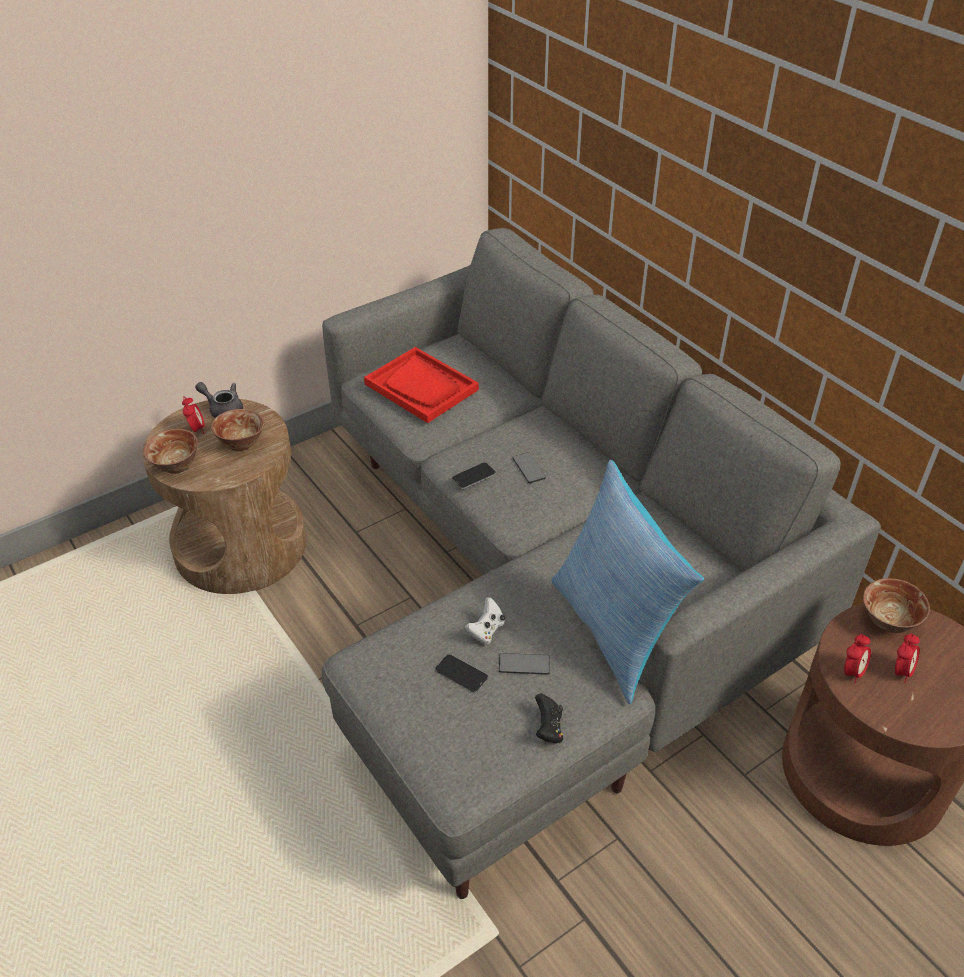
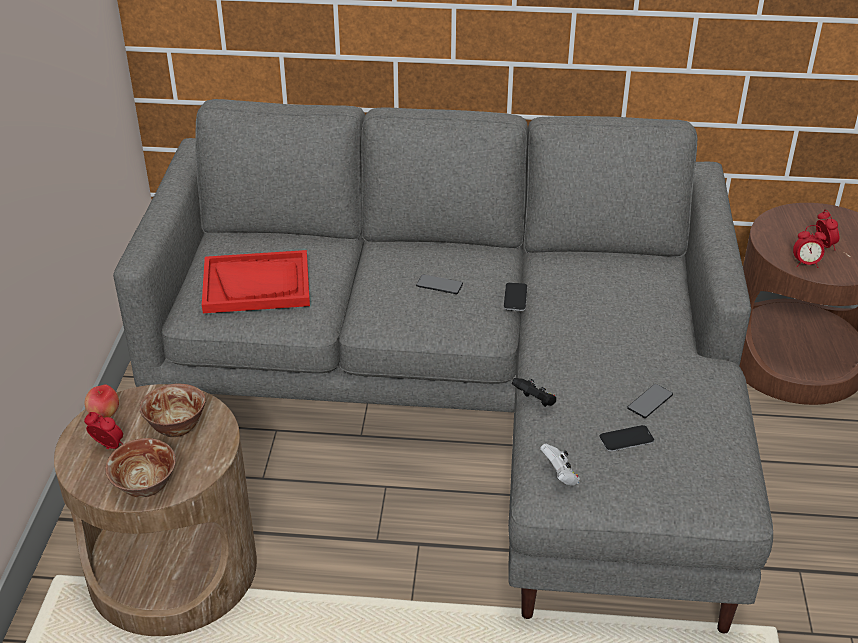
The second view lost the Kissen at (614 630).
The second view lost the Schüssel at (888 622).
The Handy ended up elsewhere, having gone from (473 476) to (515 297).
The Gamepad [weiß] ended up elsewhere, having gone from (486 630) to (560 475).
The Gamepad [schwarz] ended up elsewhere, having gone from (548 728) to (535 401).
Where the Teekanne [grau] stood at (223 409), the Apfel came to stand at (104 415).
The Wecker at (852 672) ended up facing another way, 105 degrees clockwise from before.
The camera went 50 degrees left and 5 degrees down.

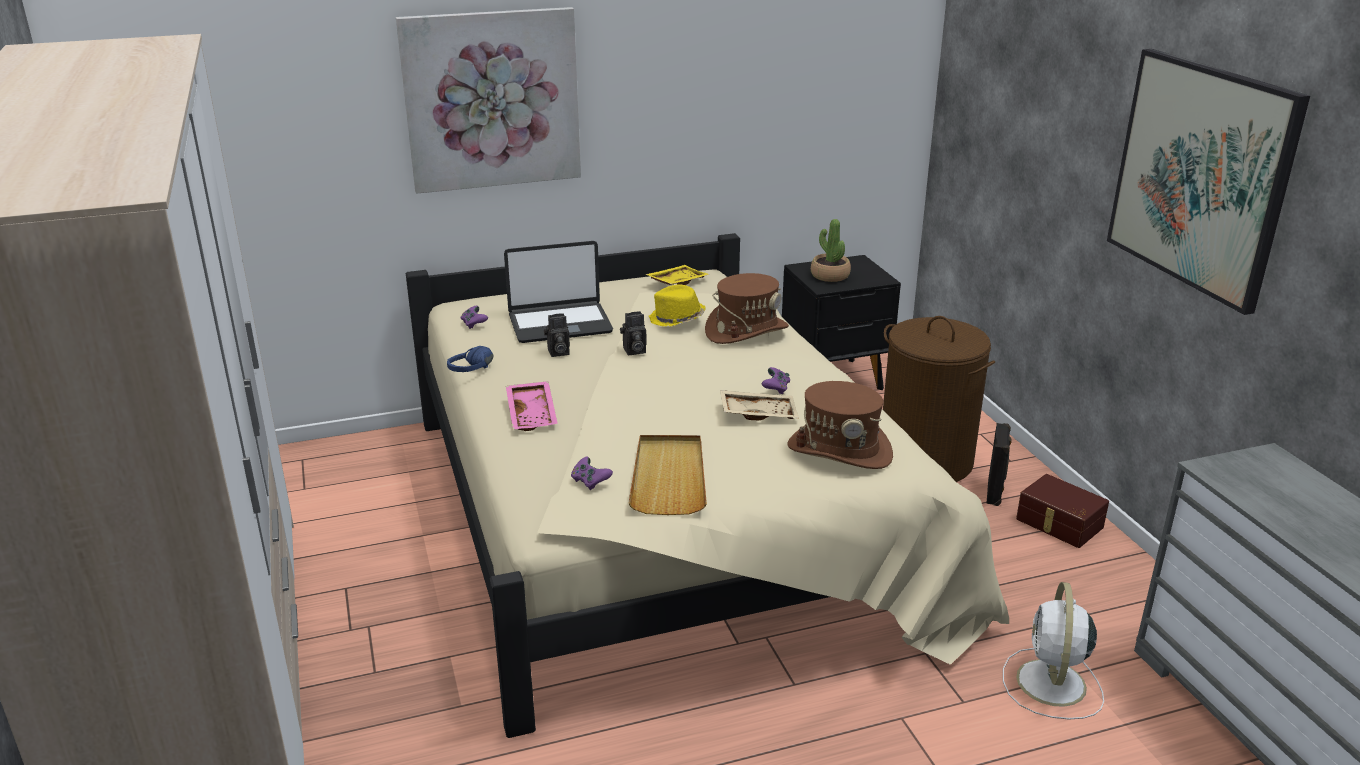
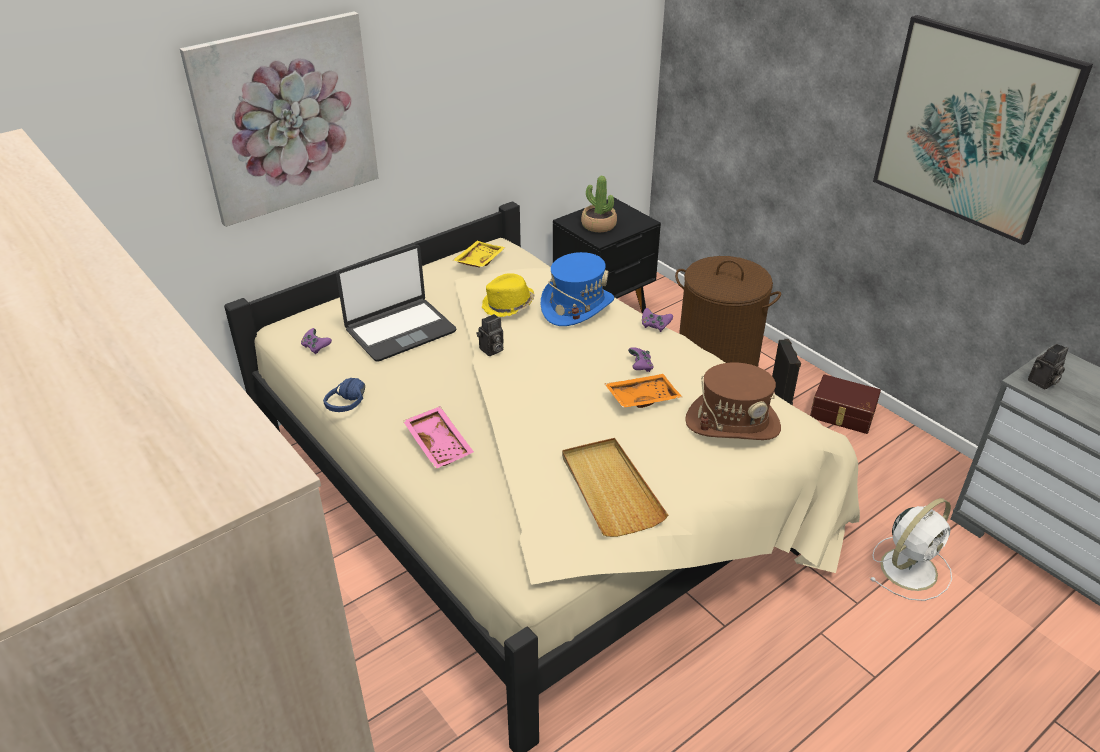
The Kamera ended up elsewhere, having gone from (557 353) to (1042 382).
The Gamepad [lila] ended up elsewhere, having gone from (590 482) to (655 326).
What was the Hut [braun] at (746 331) turned into the Hut [blau] at (577 306).
What was the Tablett [beige] at (758 413) turned into the Tablett [orange] at (642 397).
The Ventilator [weiß] at (1051 685) ended up facing another way, 120 degrees counterclockwise from before.
The camera went 20 degrees left and 10 degrees up.

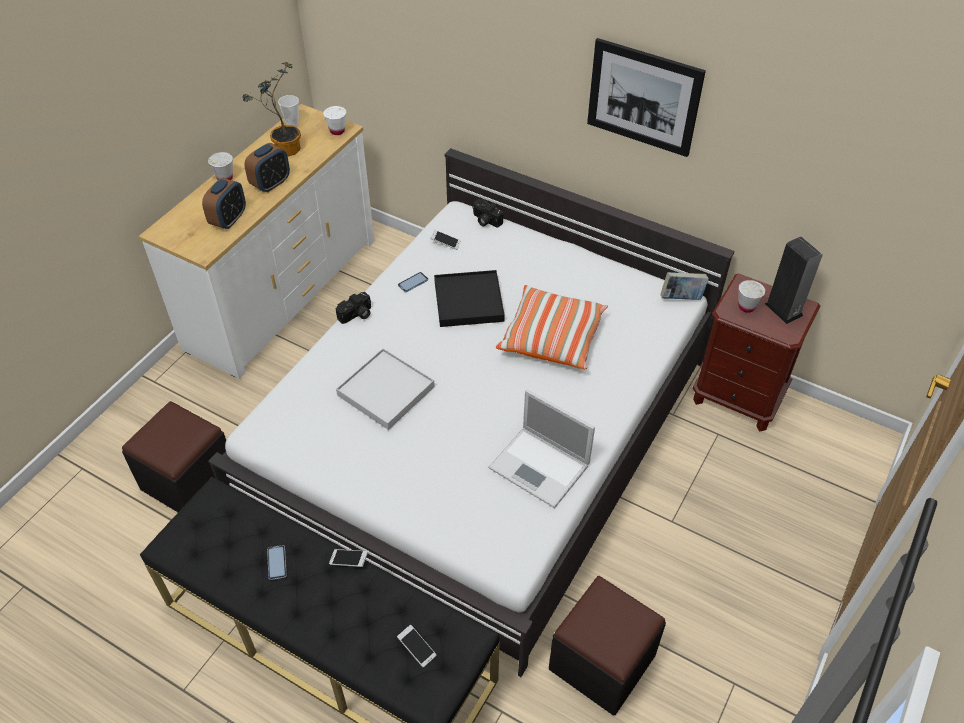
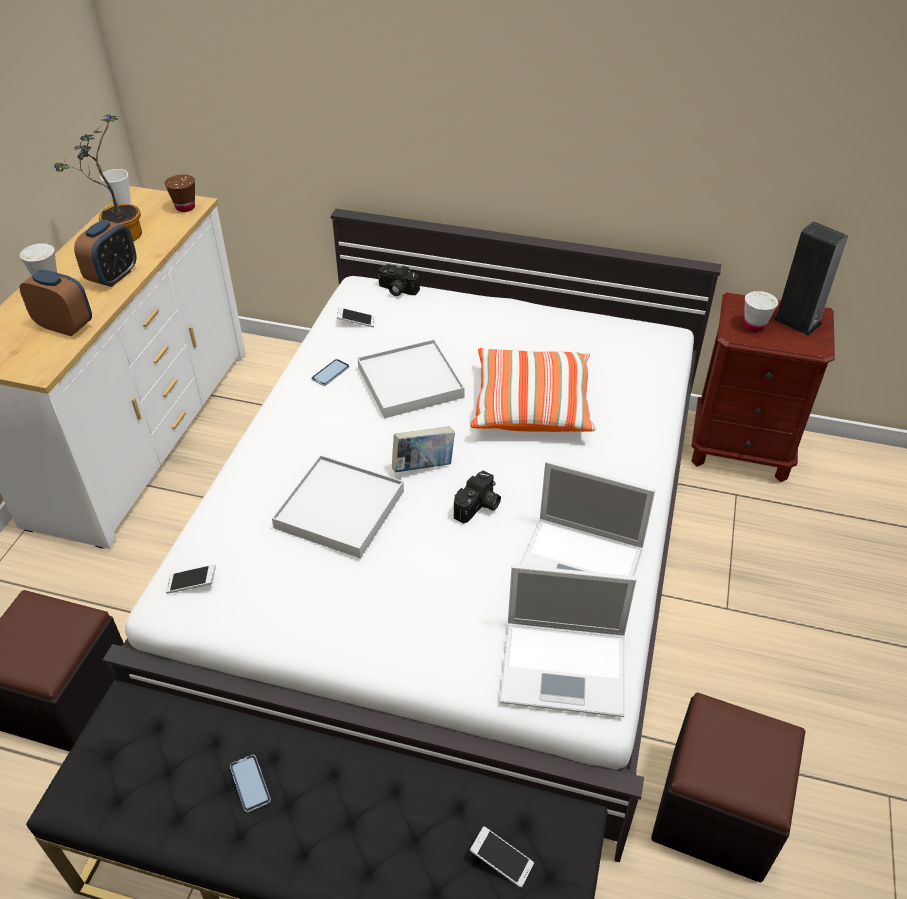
The second view lost the Bild at (643 97).
The second view gained the Laptop at (566 667).
The Handy ended up elsewhere, having gone from (349 561) to (192 584).
The Kamera ended up elsewhere, having gone from (356 315) to (478 507).
The Buch ended up elsewhere, having gone from (681 298) to (423 467).
What was the Tasse [weiß] at (337 131) turned into the Tasse [braun] at (185 207).
What was the Tablett [schwarz] at (469 301) turned into the Tablett [weiß] at (410 382).
The Wecker at (229 220) ended up facing another way, 75 degrees counterclockwise from before.
The camera went 15 degrees left and 5 degrees down.

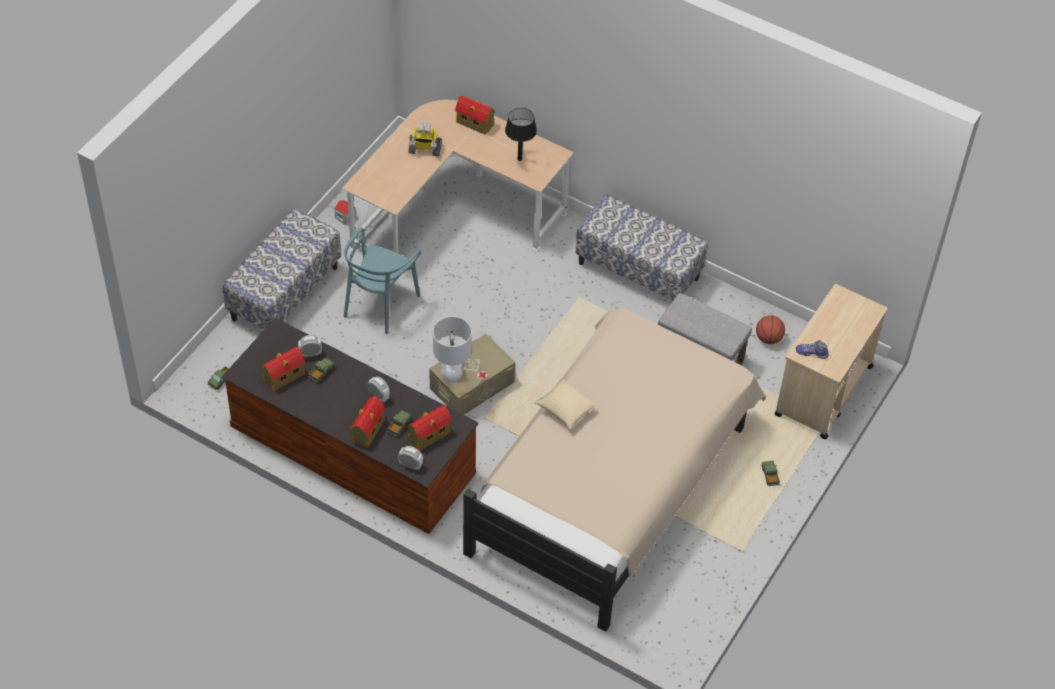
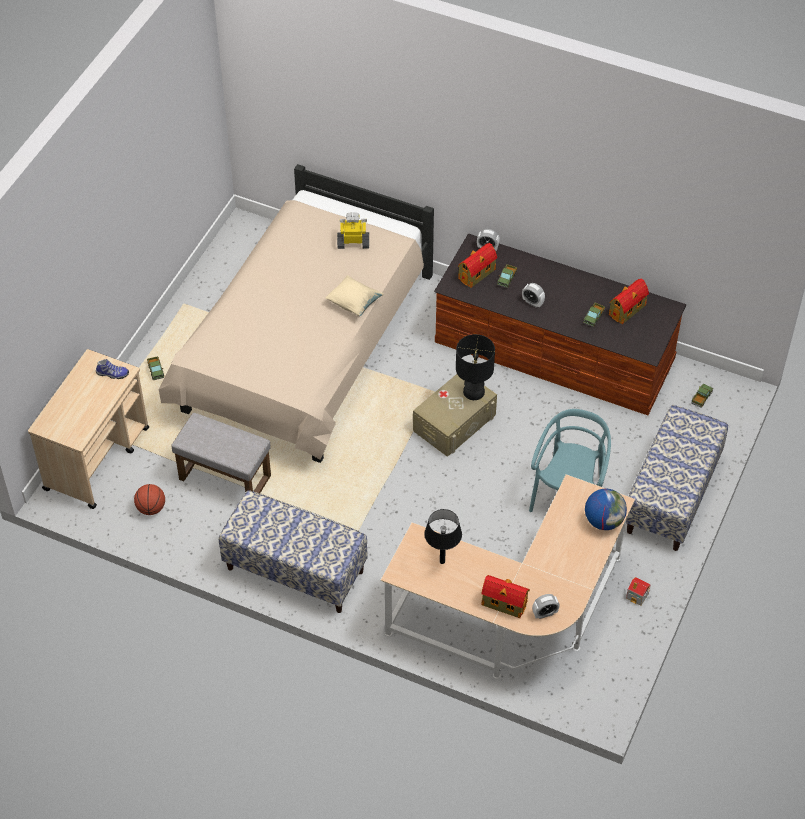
The second view lost the Spielzeughaus at (367 431).
The second view gained the Globus at (604 521).
The Wecker ended up elsewhere, having gone from (310 354) to (545 613).
The Spielzeugroboter ended up elsewhere, having gone from (424 149) to (353 242).
What was the Tischlampe [weiß] at (452 372) turned into the Tischlampe [schwarz] at (473 392).
The camera went 175 degrees right and 0 degrees up.

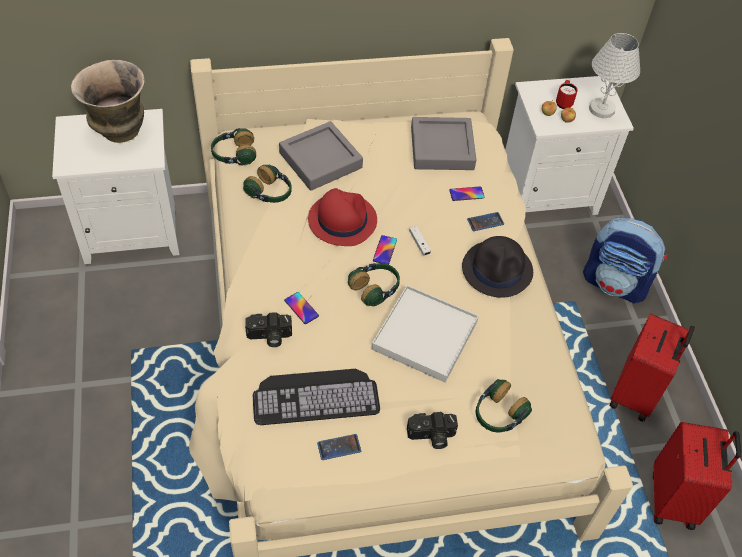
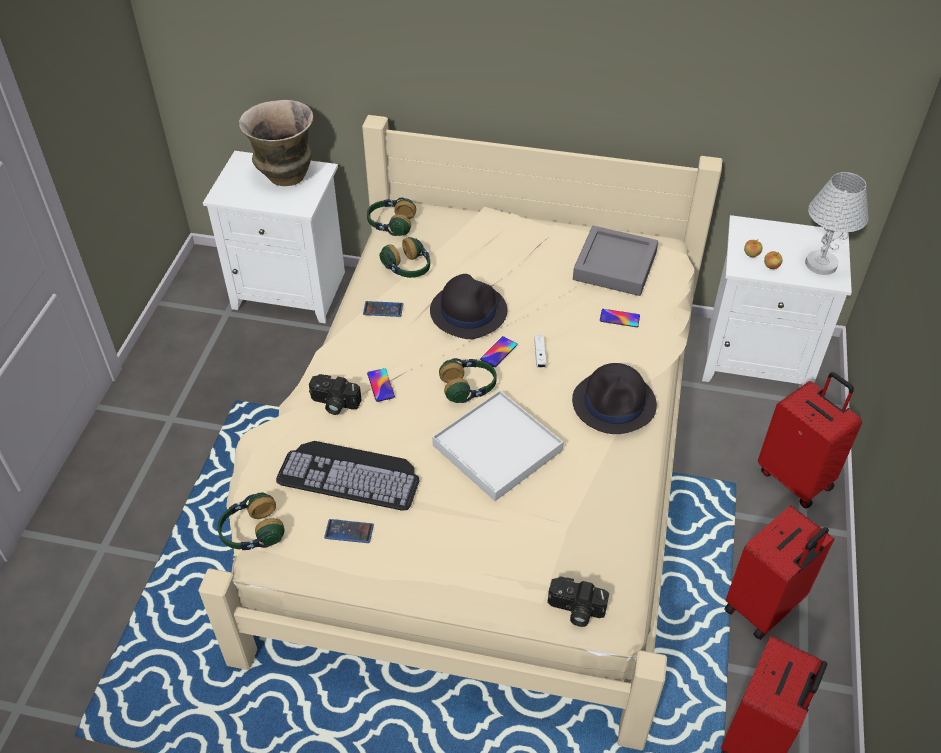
The second view lost the Tablett [grau] at (320 160).
The second view lost the Henkelbecher [rot] at (563 102).
The Kamera ended up elsewhere, having gone from (431 436) to (575 610).
The Handy ended up elsewhere, having gone from (485 222) to (383 309).
The Kopfhörer ended up elsewhere, having gone from (498 414) to (251 532).
Where the Rucksack stood at (615 284), the Koffer [rot] came to stand at (796 478).
What was the Hut [rot] at (342 219) turned into the Hut [schwarz] at (468 311).
The camera went 25 degrees right and 5 degrees down.

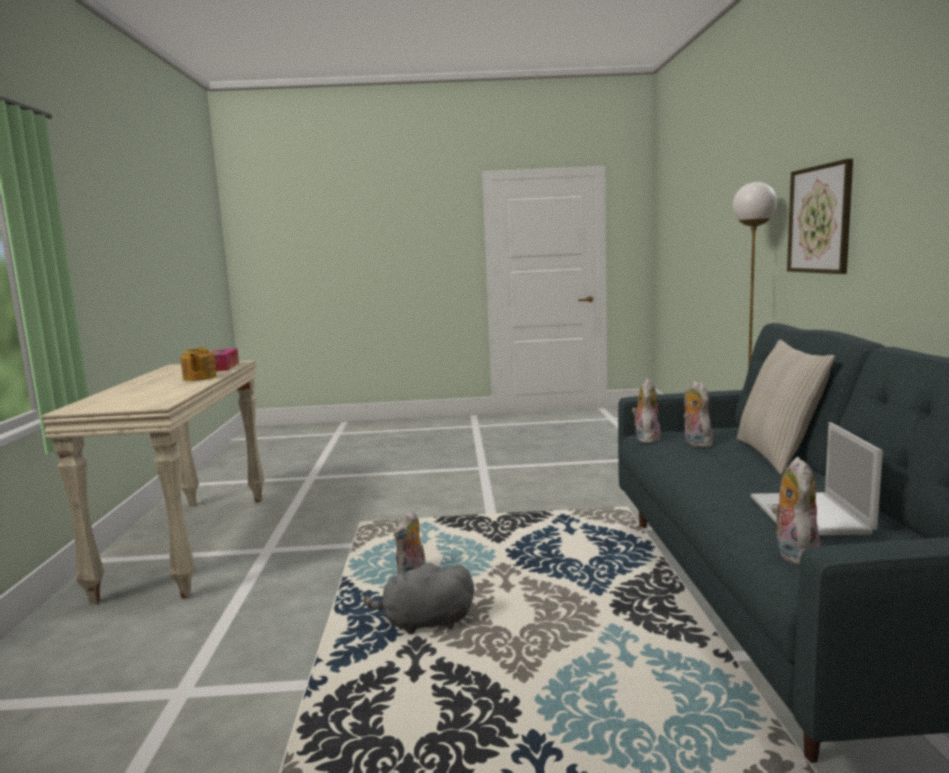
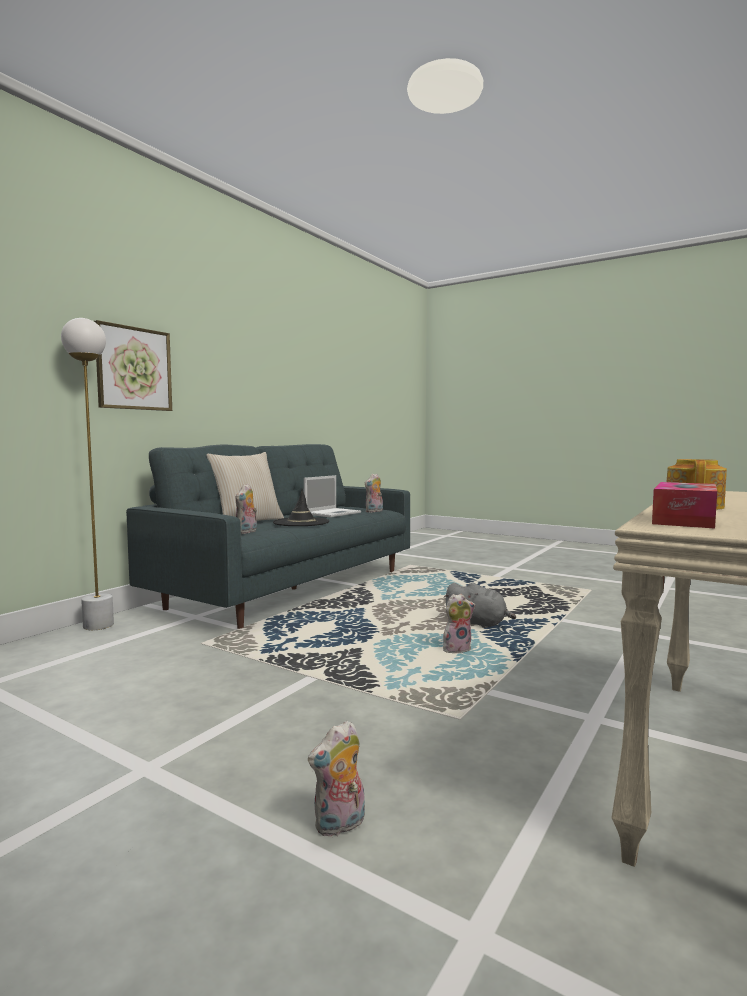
The second view gained the Hut [schwarz] at (301 522).
The Plüschtier ended up elsewhere, having gone from (646 438) to (340 825).
The camera went 145 degrees left and 5 degrees down.

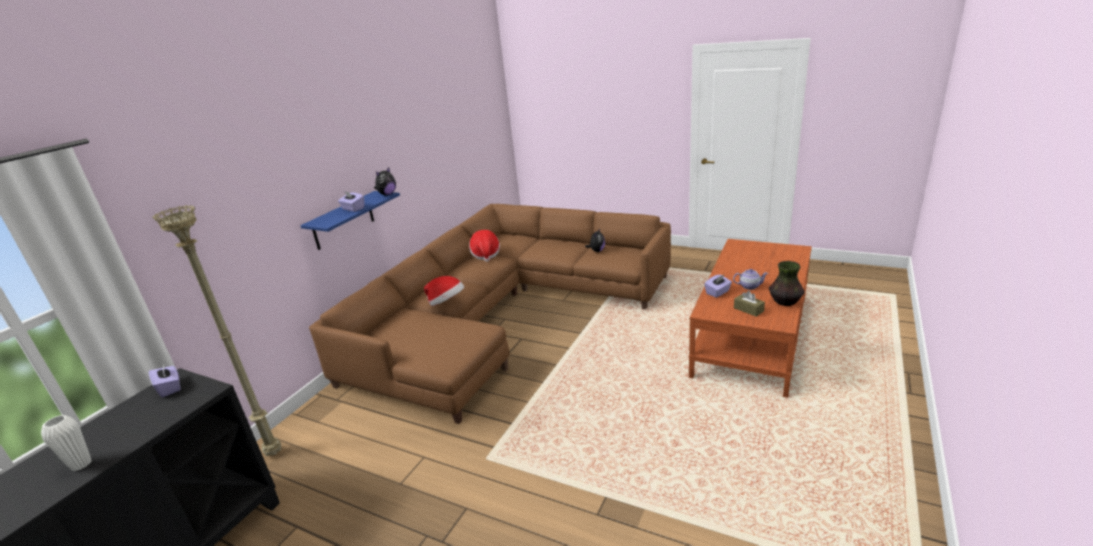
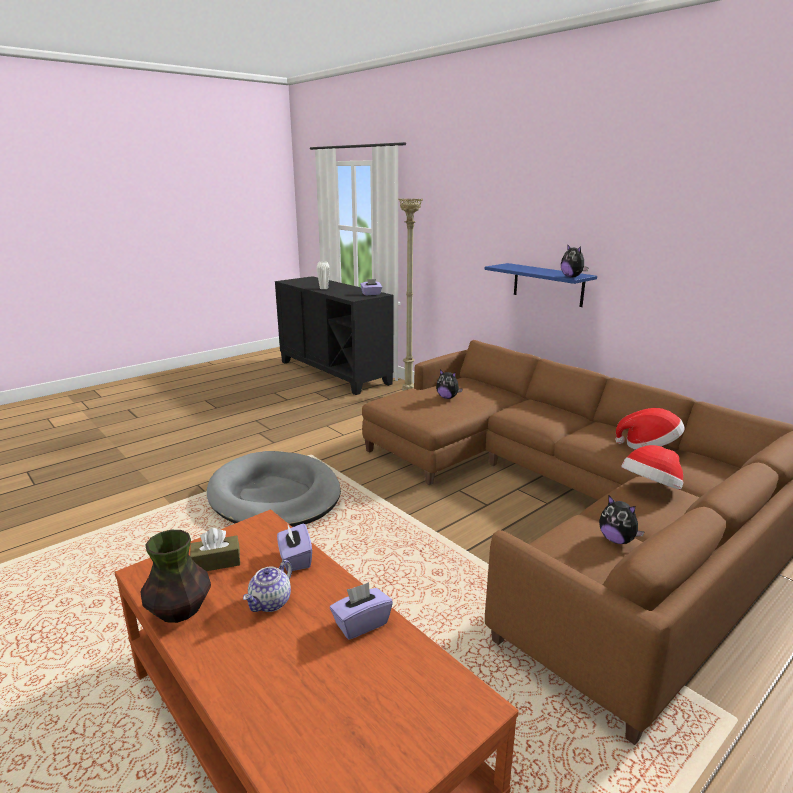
The second view gained the Hundebett [grau] at (275 495).
The second view gained the Plüschtier at (447 397).
The Taschentuchbox [lila] ended up elsewhere, having gone from (353 209) to (361 623).
The Hut ended up elsewhere, having gone from (447 303) to (650 489).
The camera went 110 degrees right and 5 degrees down.

